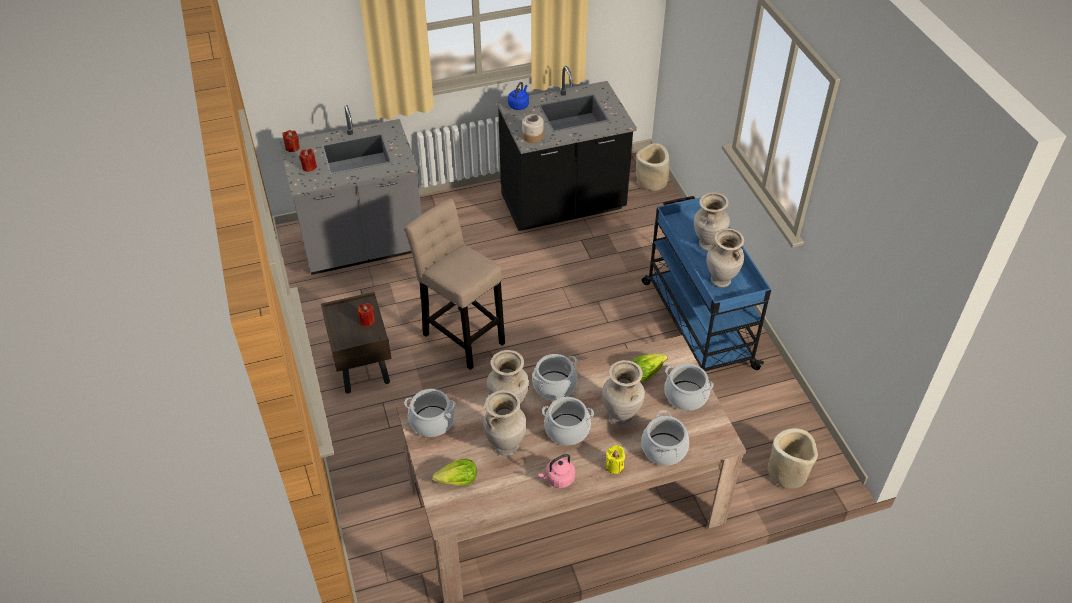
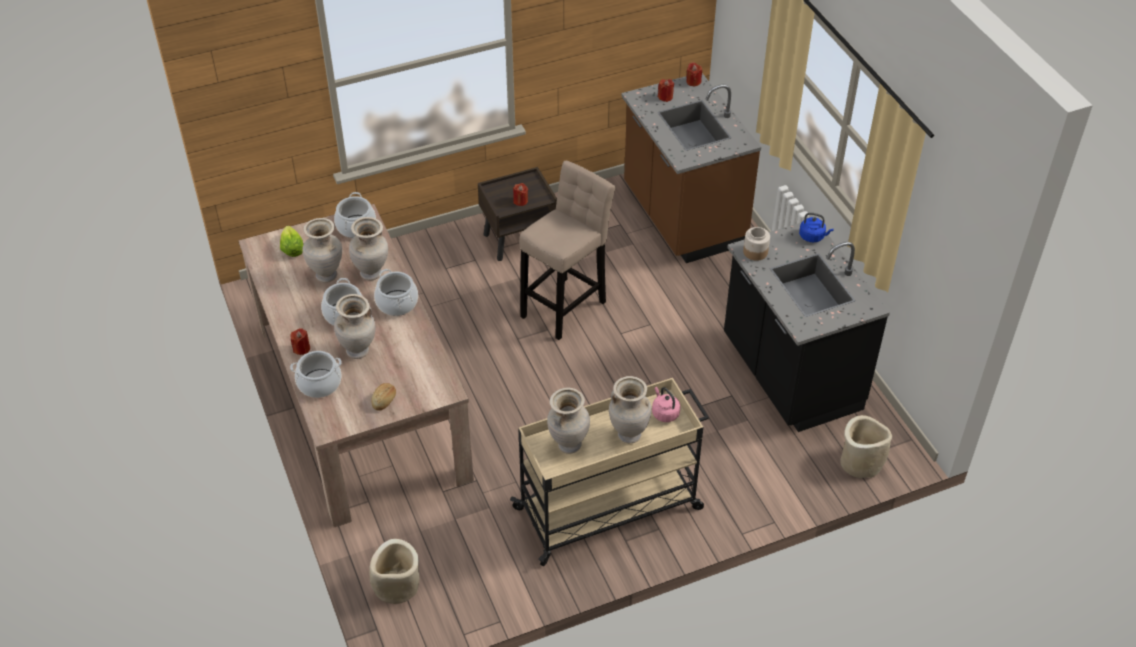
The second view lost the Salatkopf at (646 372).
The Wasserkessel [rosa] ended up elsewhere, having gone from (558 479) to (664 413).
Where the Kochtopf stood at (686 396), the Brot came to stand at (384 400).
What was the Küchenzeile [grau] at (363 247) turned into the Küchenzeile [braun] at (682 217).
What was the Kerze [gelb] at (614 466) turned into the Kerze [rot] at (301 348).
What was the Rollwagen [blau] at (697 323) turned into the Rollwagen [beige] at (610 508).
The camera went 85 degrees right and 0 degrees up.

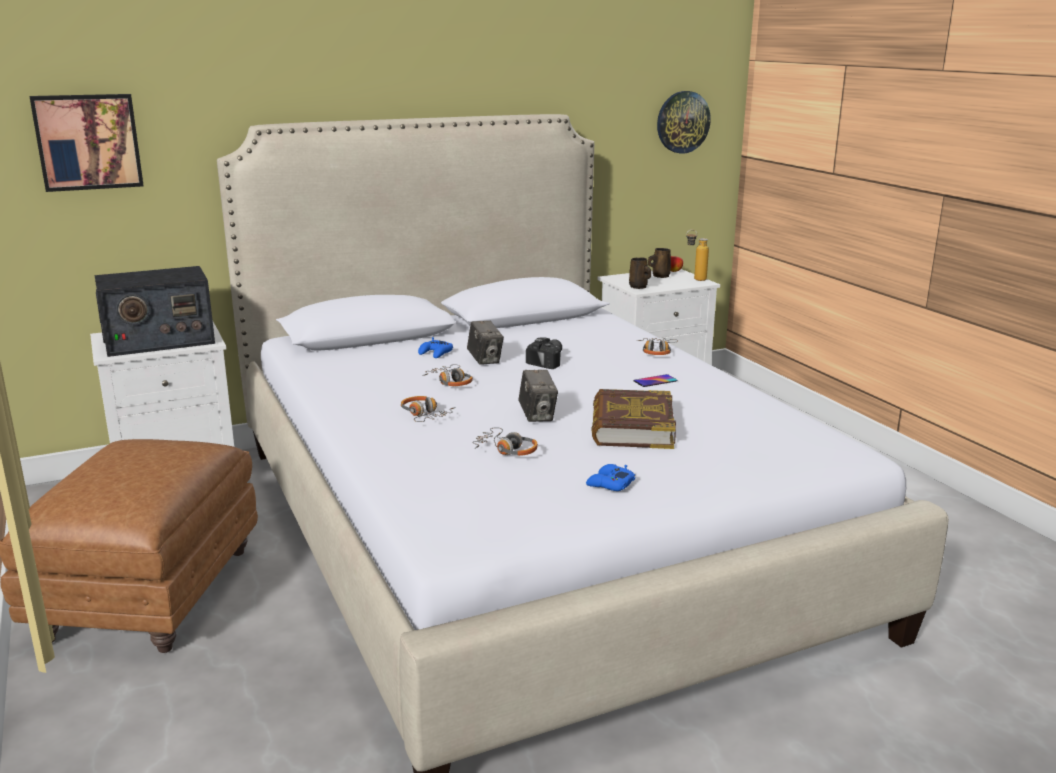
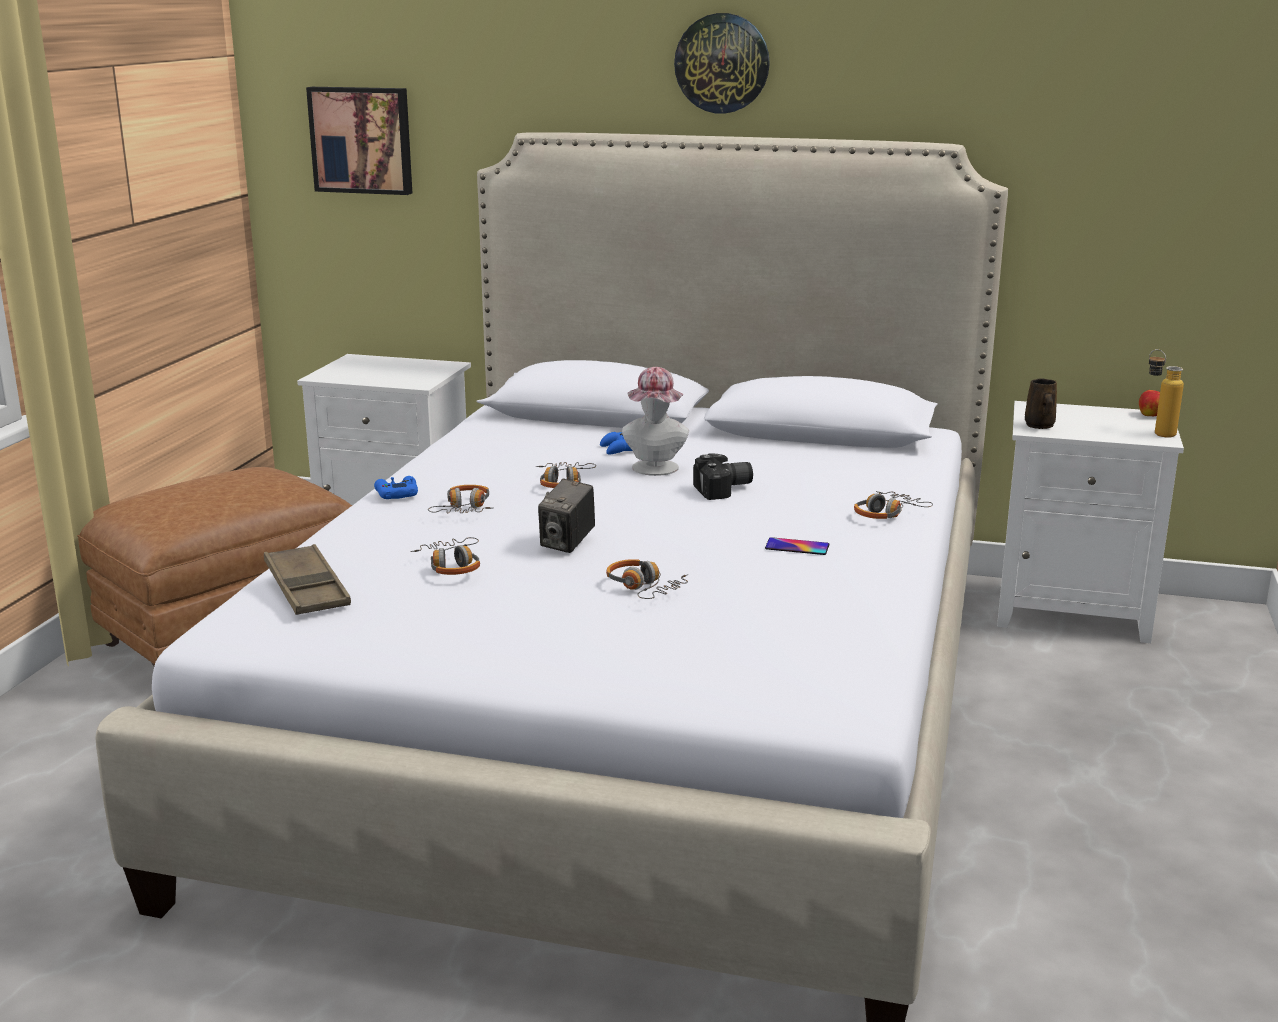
The second view lost the Radio at (158 341).
The second view lost the Henkelbecher [braun] at (659 276).
The second view gained the Tablett [braun] at (307 588).
The Gamepad [blau] ended up elsewhere, having gone from (609 484) to (396 494).
The Wanduhr ended up elsewhere, having gone from (682 122) to (722 63).
Where the Kamera stood at (485 360), the Hut came to stand at (655 470).
Where the Buch stood at (631 427), the Kopfhörer came to stand at (643 588).
The camera went 40 degrees right and 0 degrees up.

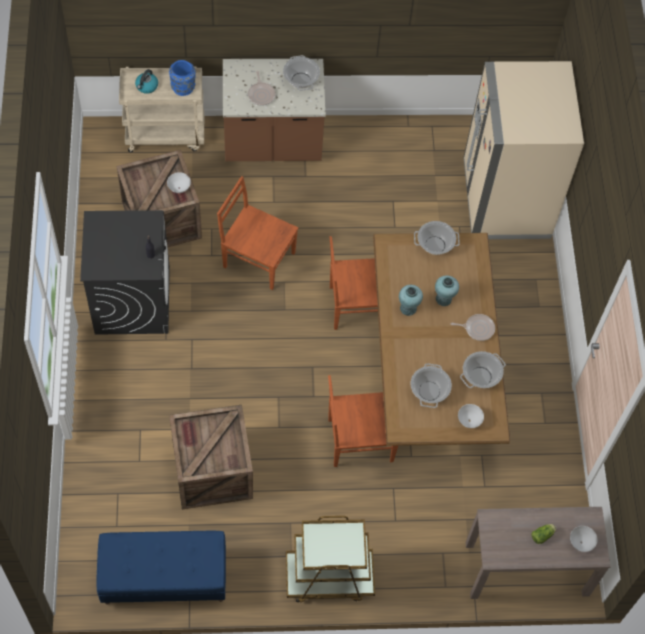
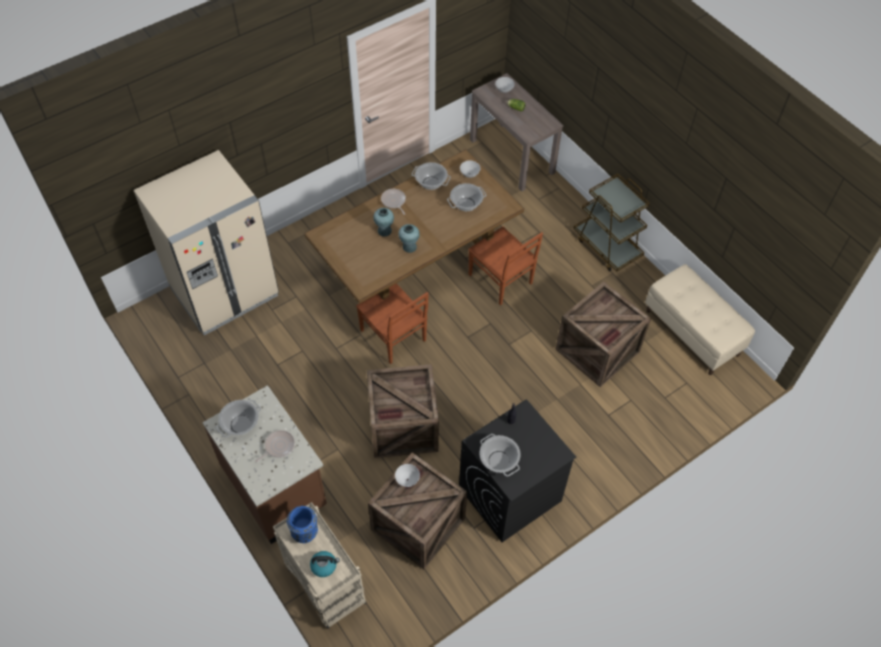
The Kochtopf ended up elsewhere, having gone from (435 245) to (498 460).
Where the Stuhl [braun] stood at (257 259), the Kiste came to stand at (402 427).
What was the Bank [blau] at (164 579) turned into the Bank [beige] at (692 332).
The camera went 120 degrees left and 5 degrees down.

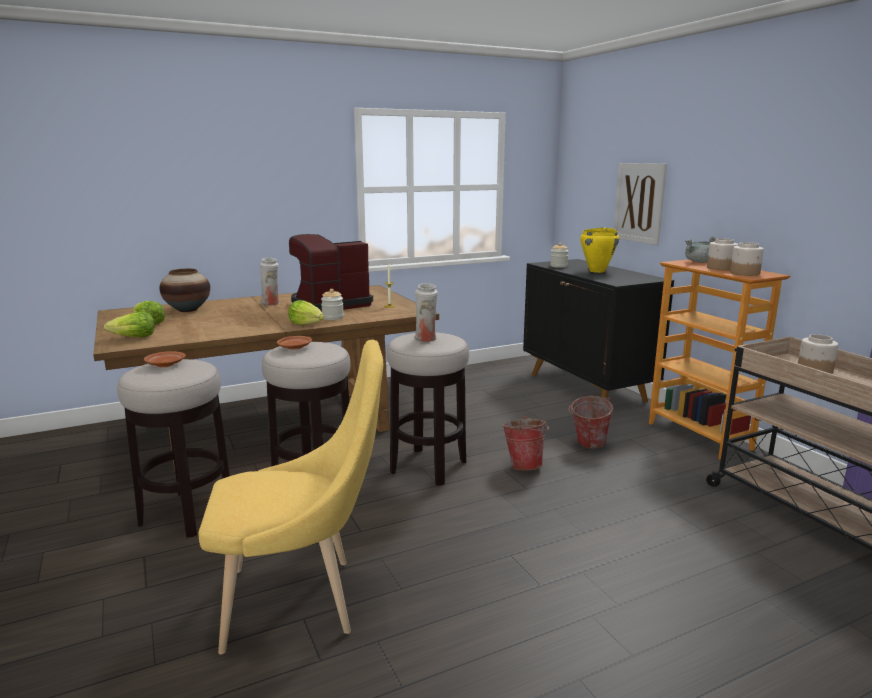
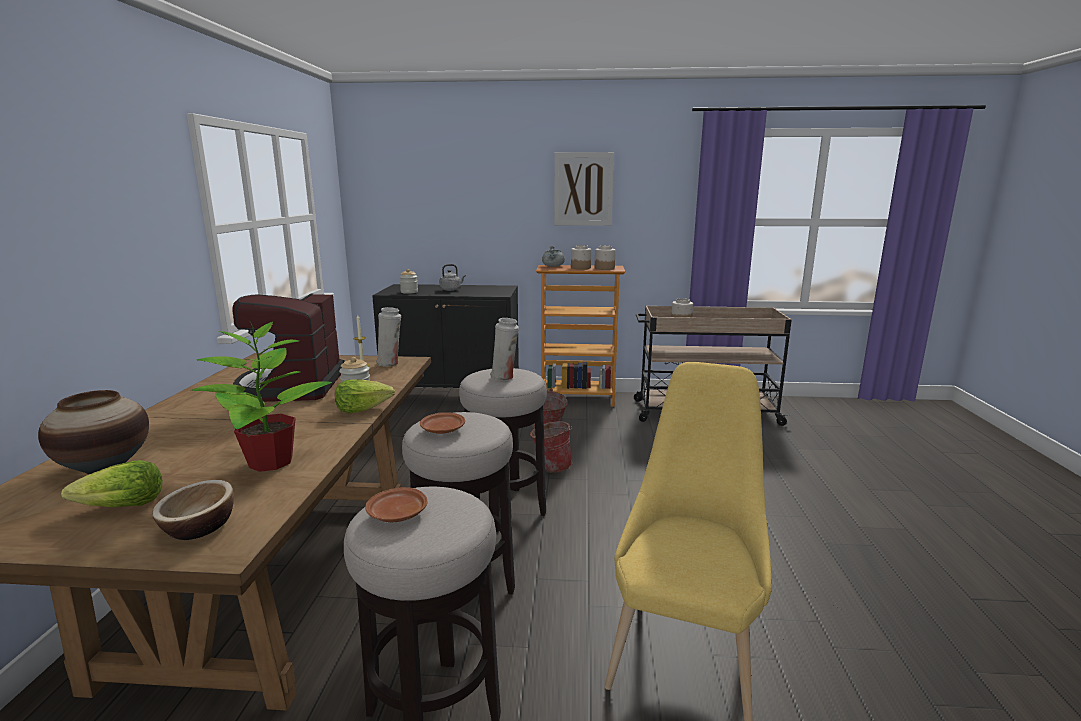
The second view gained the Topfpflanze at (269 462).
The Vase [weiß] ended up elsewhere, having gone from (271 304) to (390 363).
The Bild ended up elsewhere, having gone from (639 203) to (583 189).
Where the Salatkopf stood at (133 338), the Schüssel came to stand at (199 527).
Where the Kochtopf [gelb] stood at (597 271), the Wasserkessel [grau] came to stand at (451 289).
The camera went 60 degrees left and 0 degrees up.

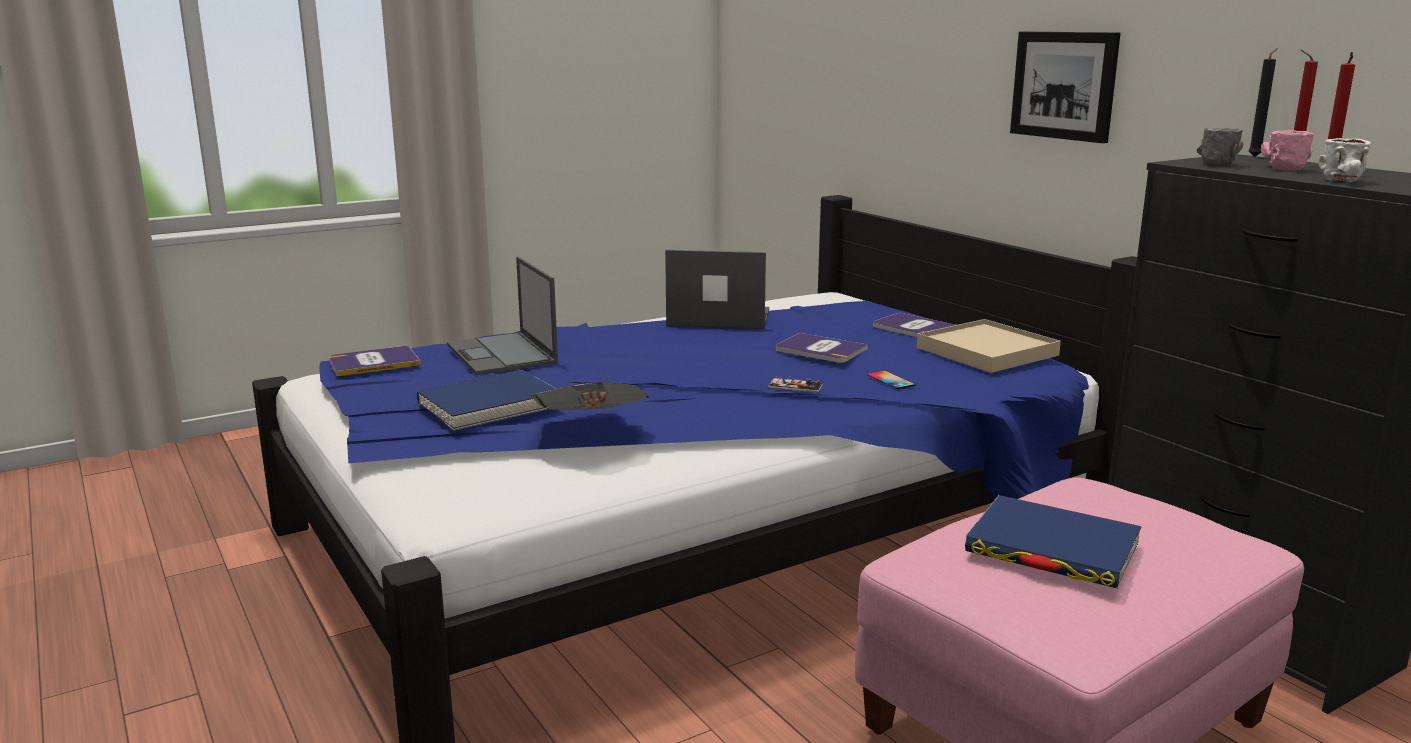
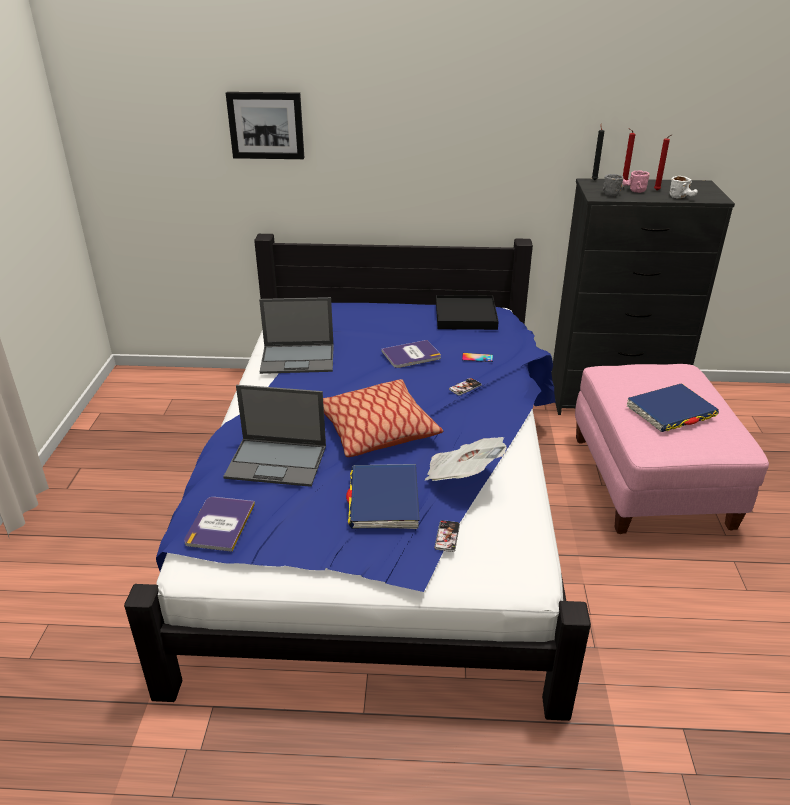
The second view lost the Buch at (914 328).
The second view gained the Kissen at (376 430).
The second view gained the Handy at (447 536).
The Bild ended up elsewhere, having gone from (1065 85) to (266 125).
What was the Tablett [beige] at (987 351) turned into the Tablett [schwarz] at (465 315).
The Laptop at (717 318) ended up facing another way, 135 degrees counterclockwise from before.
The camera went 55 degrees left and 15 degrees up.

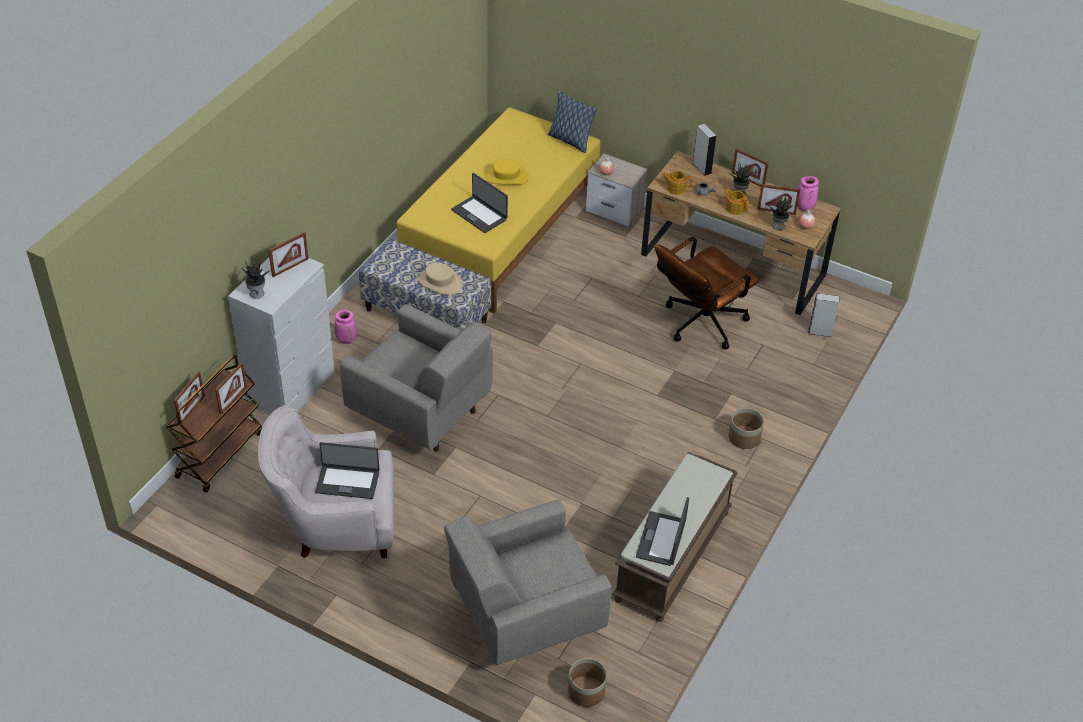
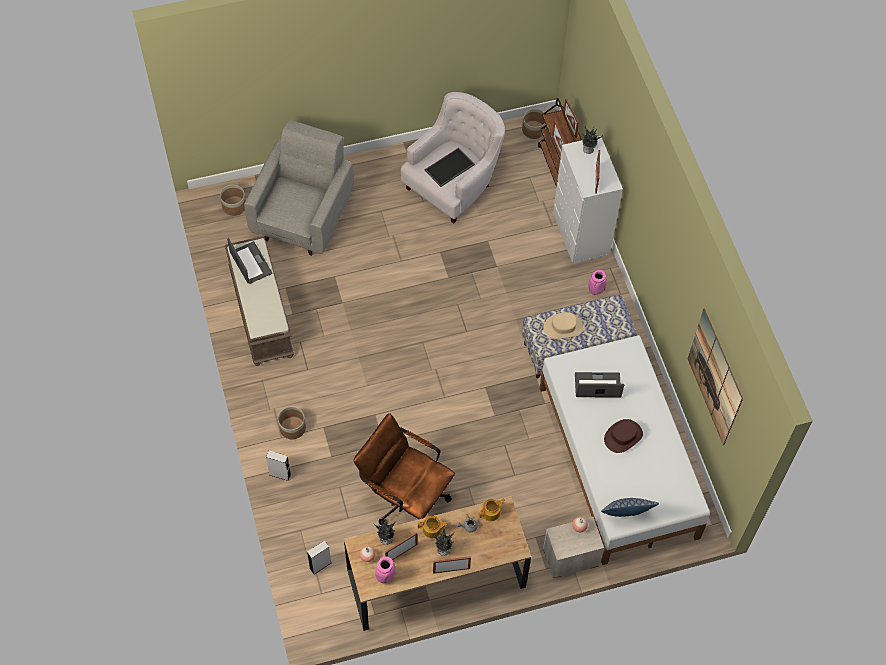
The second view lost the Sessel [grau] at (421 413).
The second view gained the Pflanzkübel at (533 130).
The second view gained the Bild at (715 377).
The Lautsprecher [grau] ended up elsewhere, having gone from (702 168) to (280 474).
Where the Laptop stood at (347 481), the Tablett came to stand at (449 168).
What was the Bett [gelb] at (502 232) turned into the Bett [weiß] at (617 462).
What was the Hut [gelb] at (506 177) turned into the Hut [braun] at (623 436).
The Bürostuhl [braun] at (699 325) ended up facing another way, 60 degrees counterclockwise from before.
The camera went 135 degrees right and 15 degrees up.

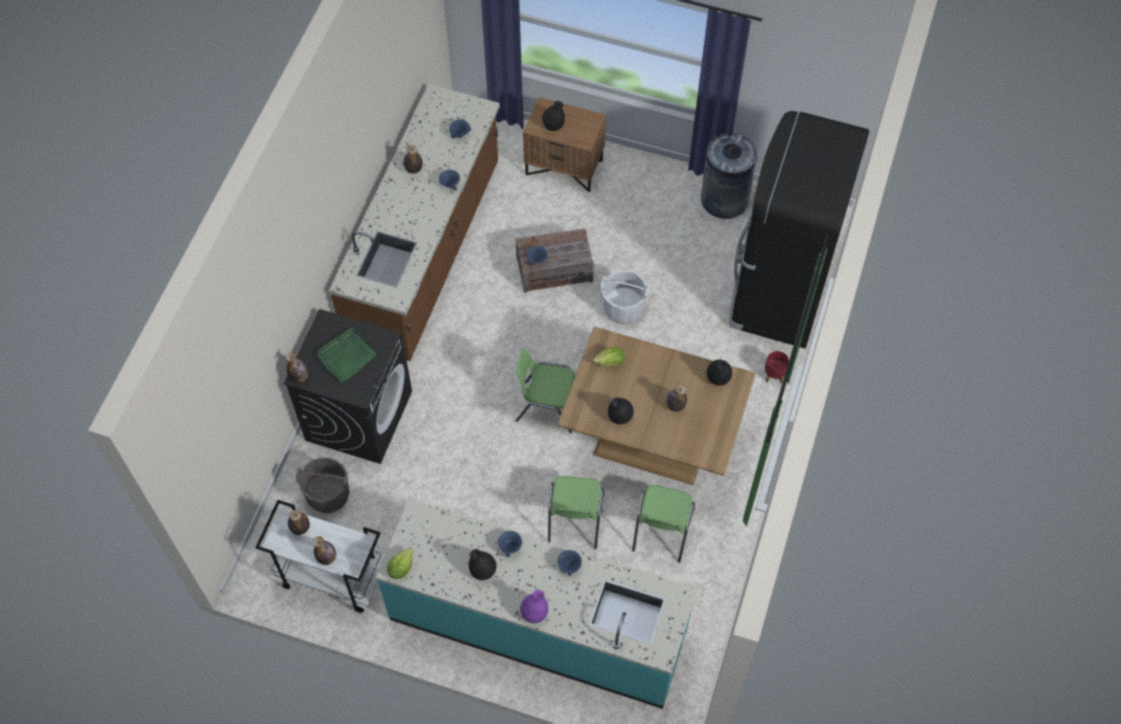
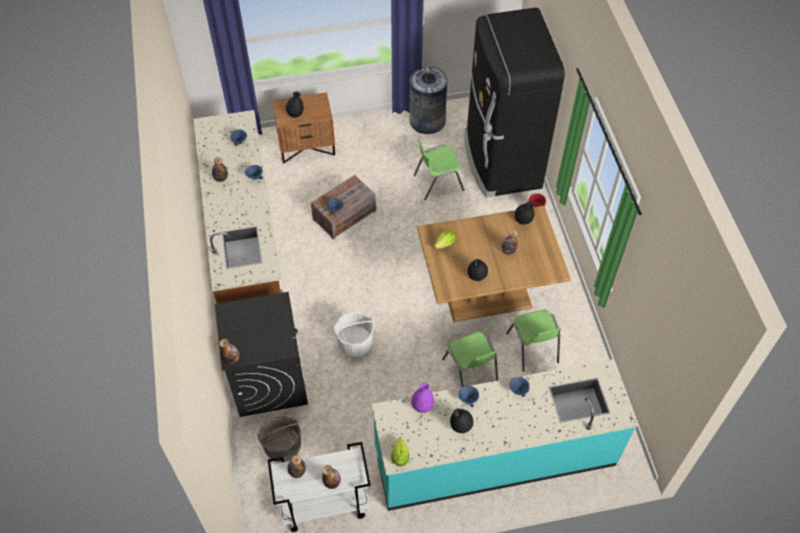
The second view lost the Tablett [grün] at (346 356).
The Stuhl [grün] ended up elsewhere, having gone from (547 405) to (437 182).
The Vase [lila] ended up elsewhere, having gone from (534 613) to (422 406).
The Eimer [weiß] ended up elsewhere, having gone from (623 308) to (355 344).
The camera went 30 degrees left and 5 degrees down.

